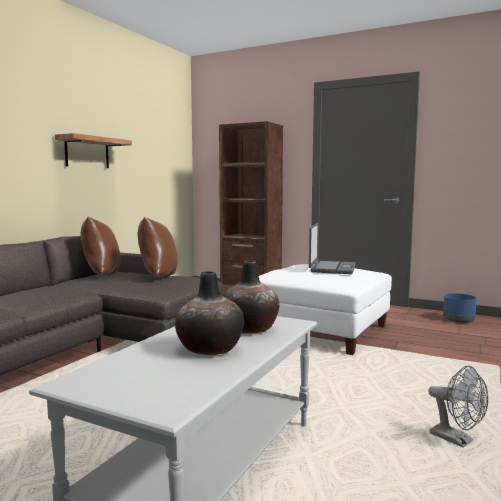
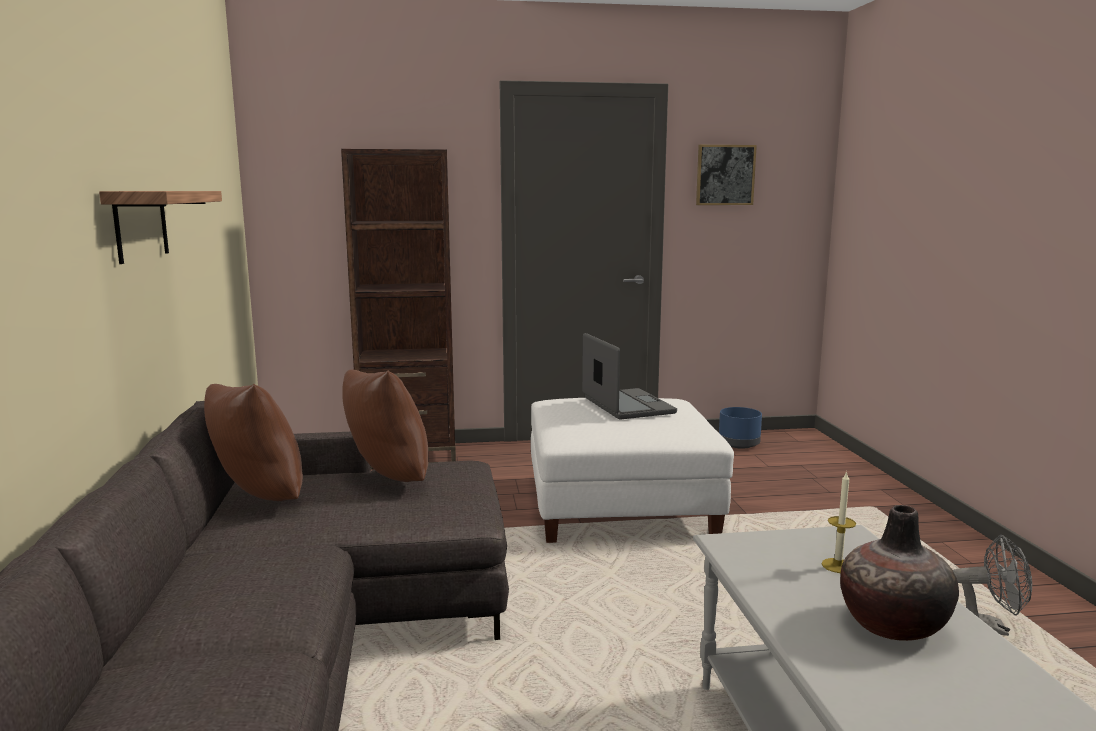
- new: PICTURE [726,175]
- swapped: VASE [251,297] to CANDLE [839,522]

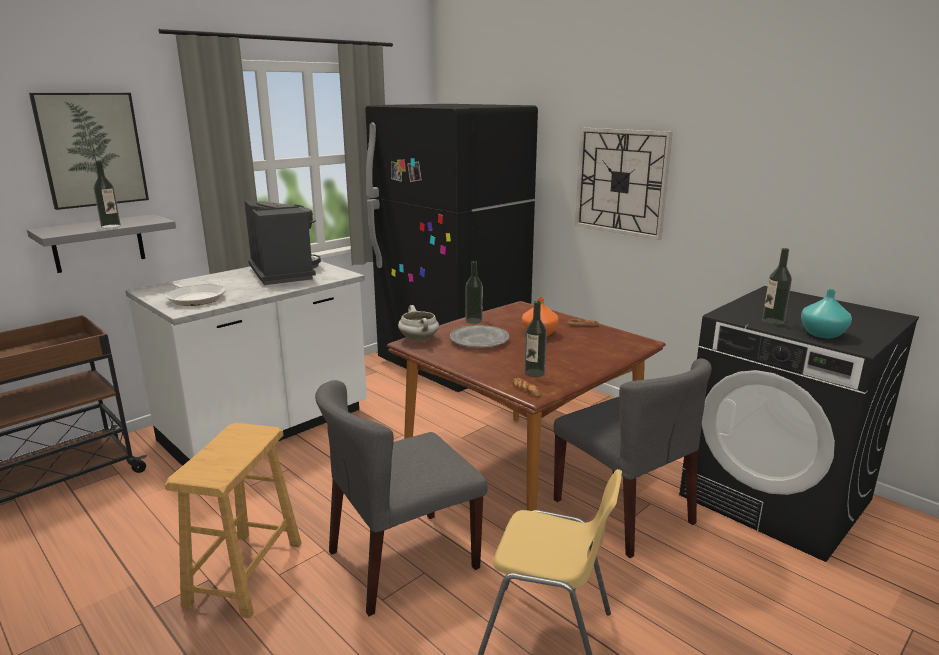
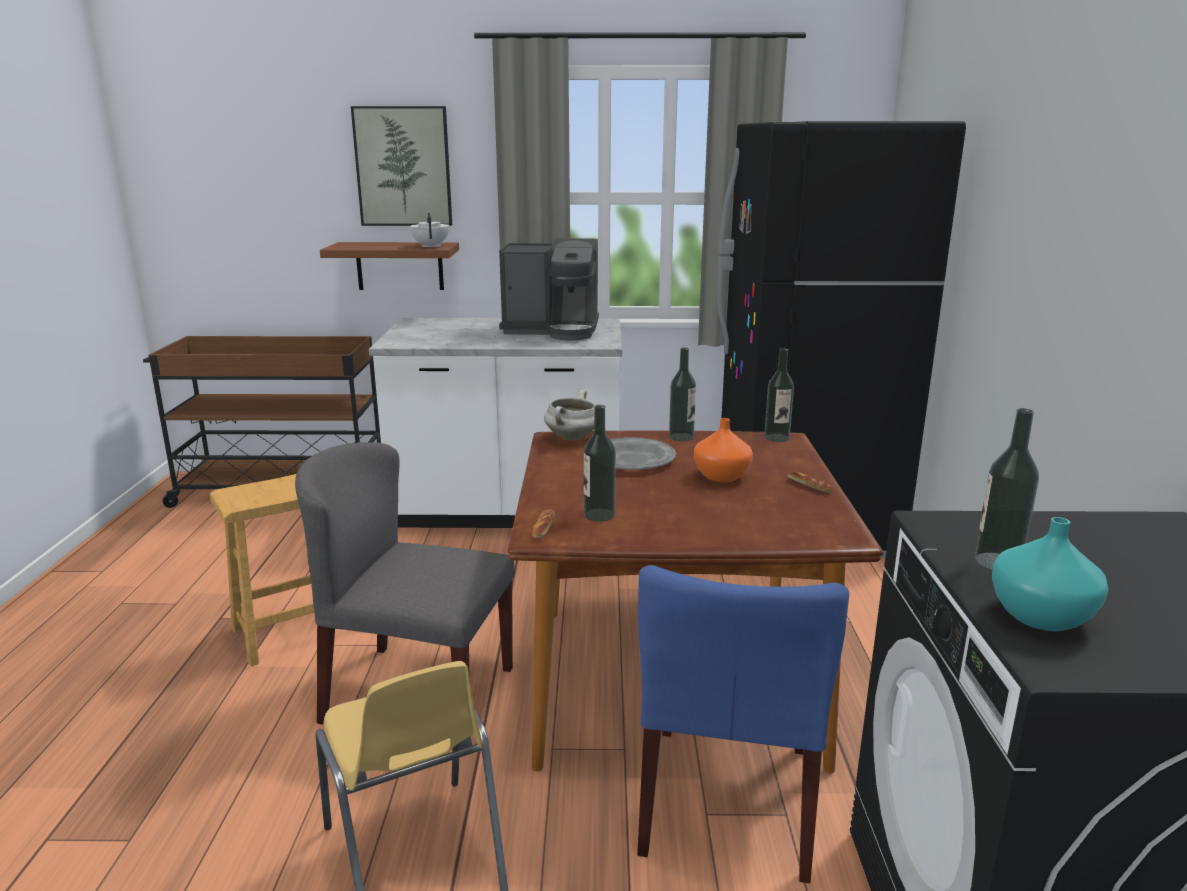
- repainted: GREY SHELF [101,243] to BROWN SHELF [389,266]
- new: WHITE TEAPOT [429,230]
- rotated: COFFEE MACHINE [283,242] = [549,289] 75 degrees clockwise
- repainted: GREY CHAIR [633,458] to BLUE CHAIR [743,724]
- shifted: BOTTLE [107,194] to [779,395]
- gone: FRYING PAN [195,294]
- gone: WALL CLOCK [623,184]

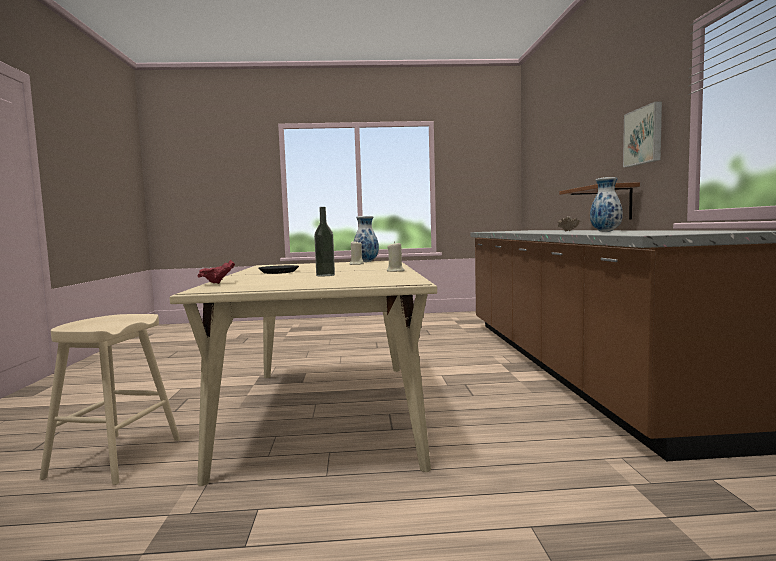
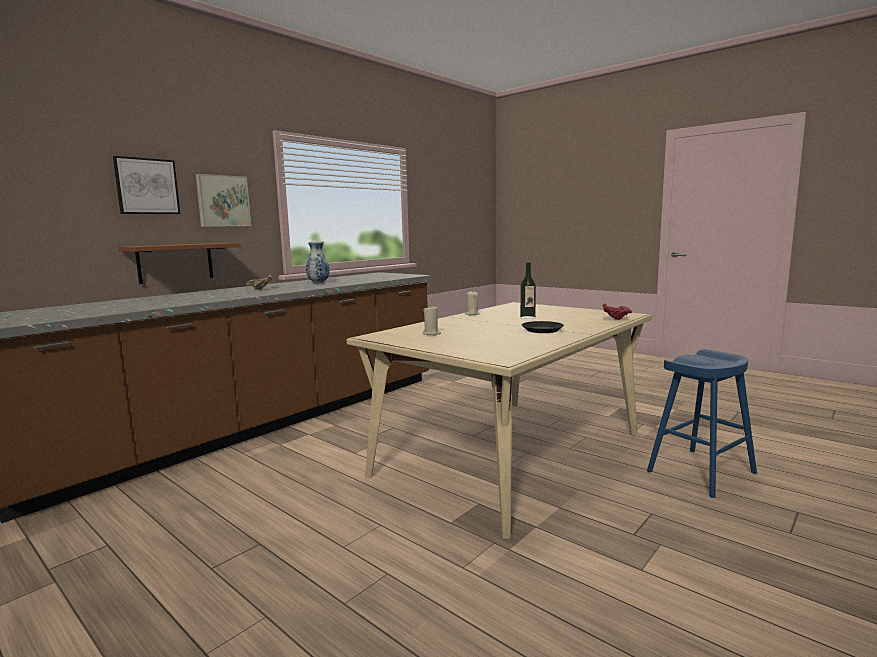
- new: PICTURE [146,185]
- repainted: BEIGE STOOL [110,399] to BLUE STOOL [702,423]
- gone: VASE [366,239]

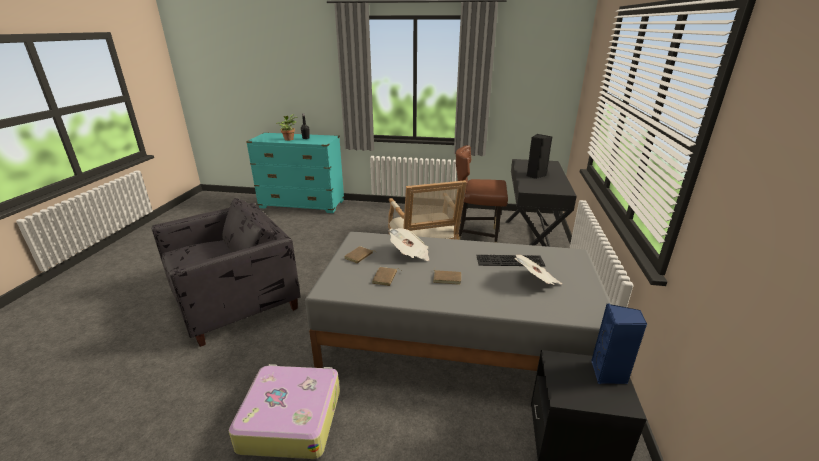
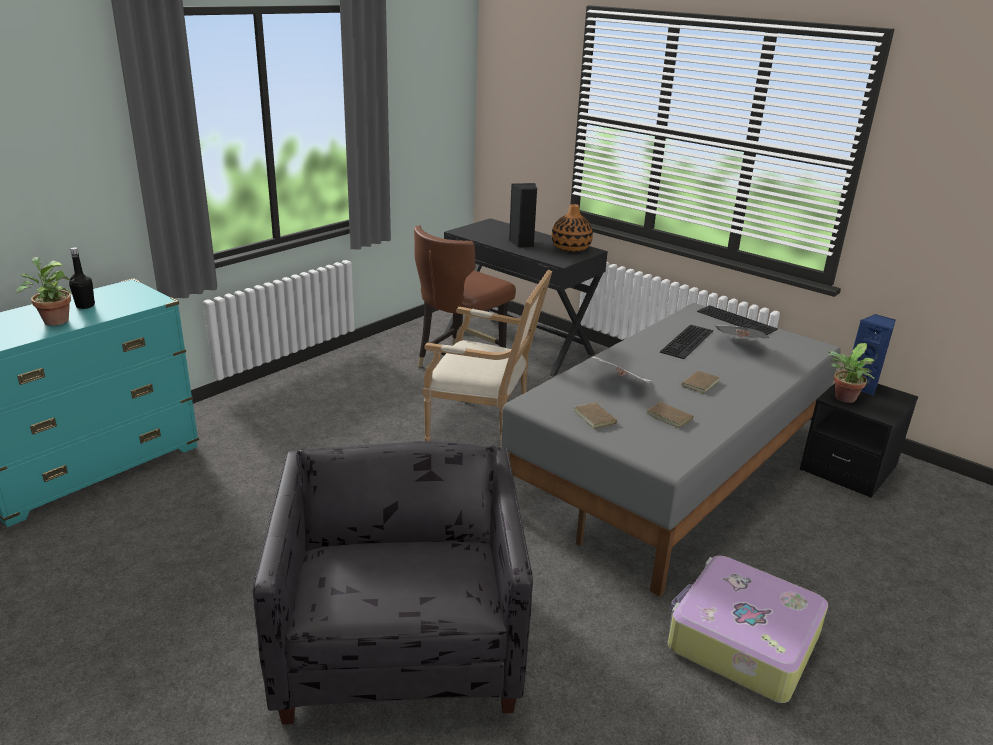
- new: VASE [572,228]
- new: KEYBOARD [737,320]
- new: POTTED PLANT [851,373]

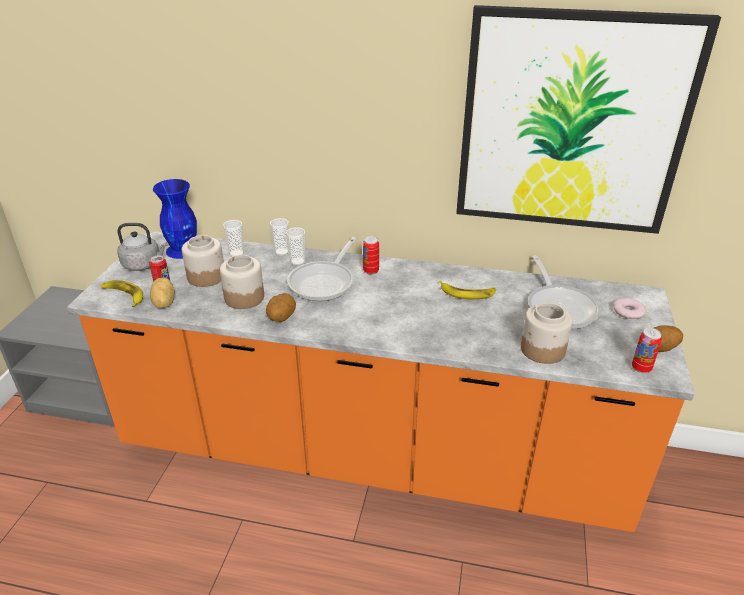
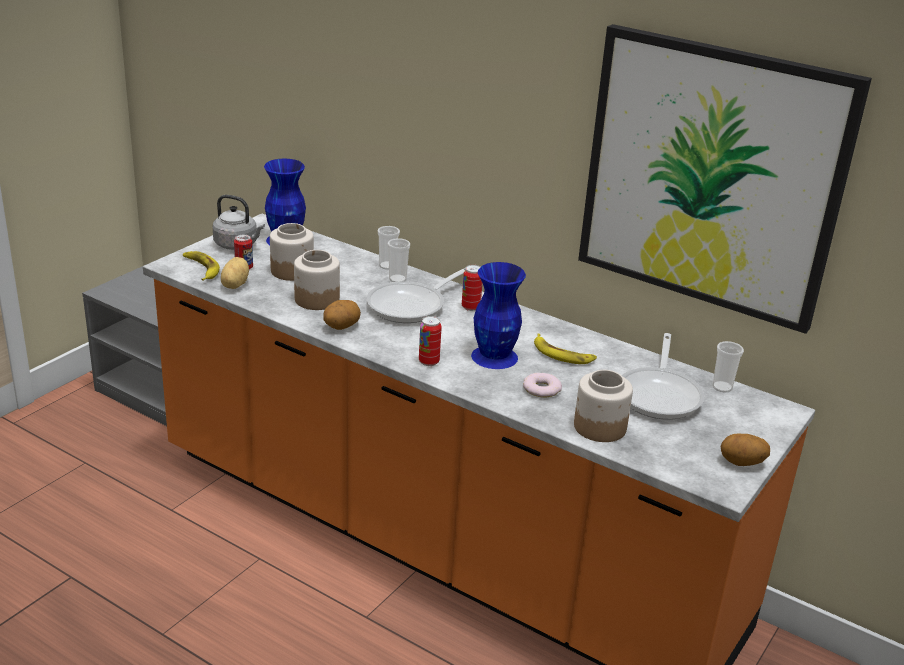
- shifted: CAN [647,350] to [430,341]
- new: BLUE VASE [498,315]
- shifted: DONUT [629,308] to [542,385]
- shifted: CUP [233,238] to [728,367]

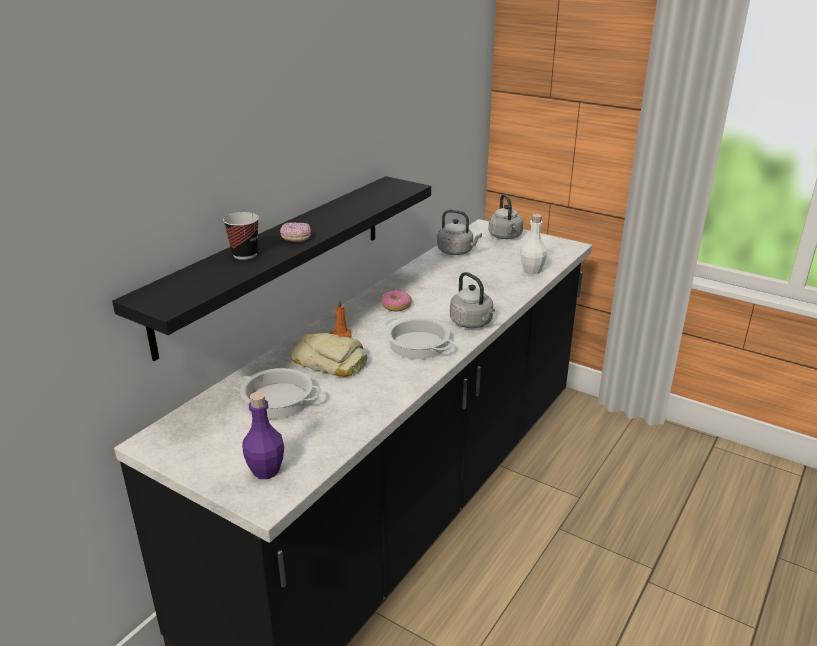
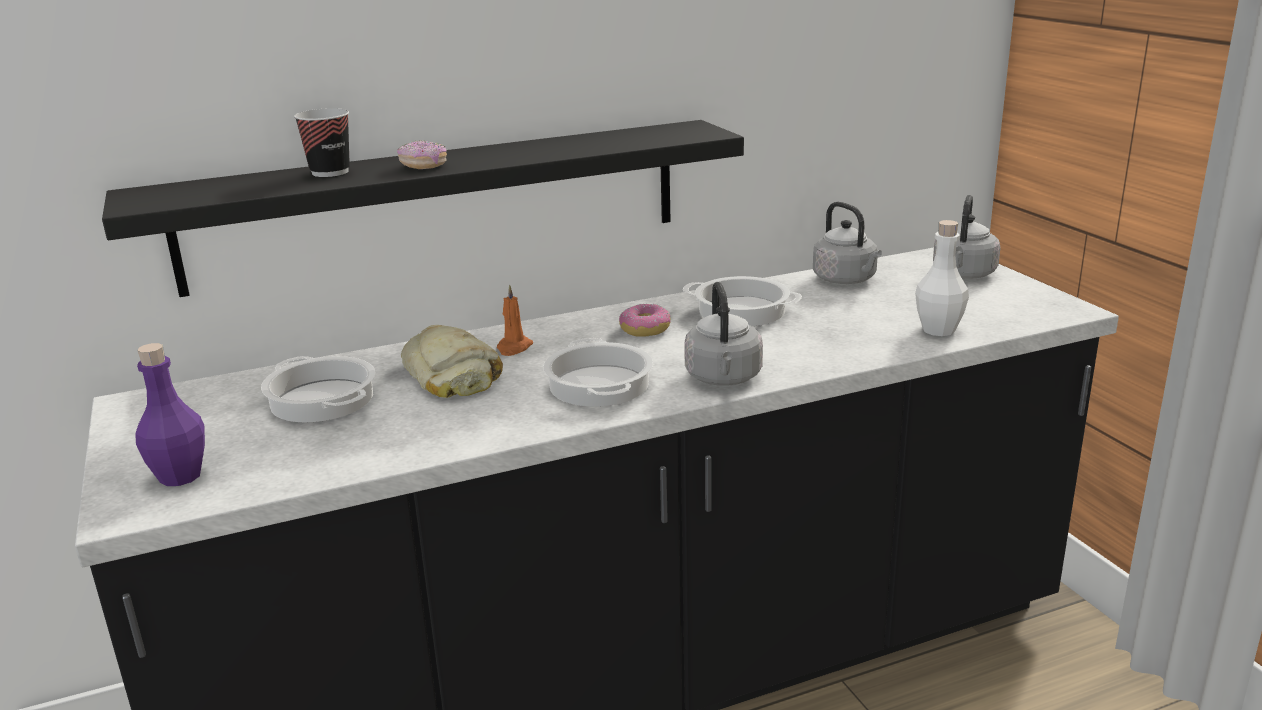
- new: COOKING POT [742,301]

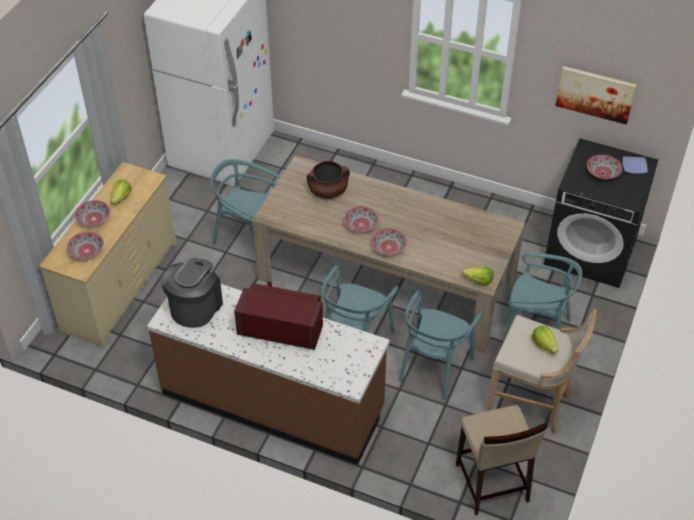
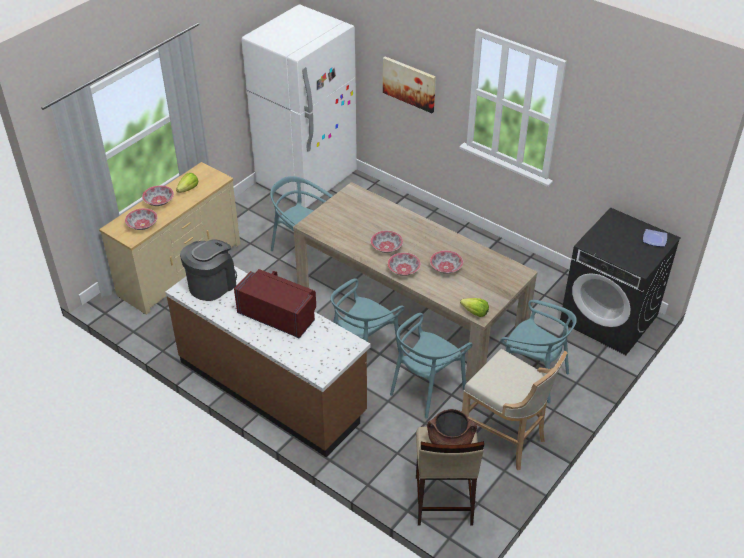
- shifted: PICTURE [595,95] to [409,84]
- shifted: BROWN COOKING POT [328,180] to [452,427]
- shifted: BOWL [604,167] to [446,262]
- gone: LETTUCE [545,340]

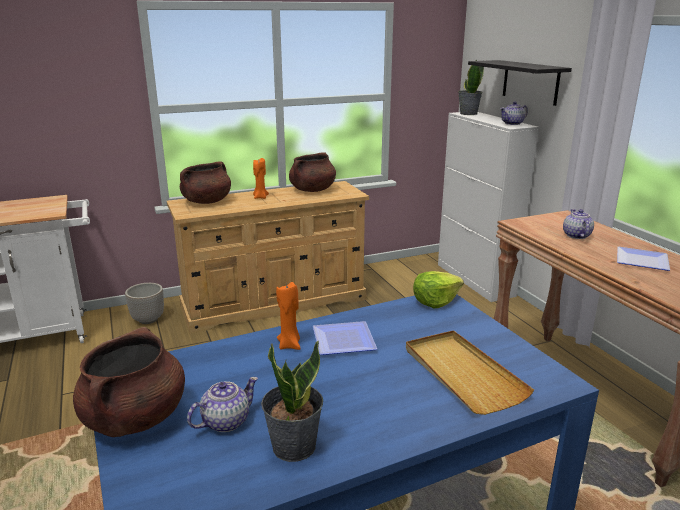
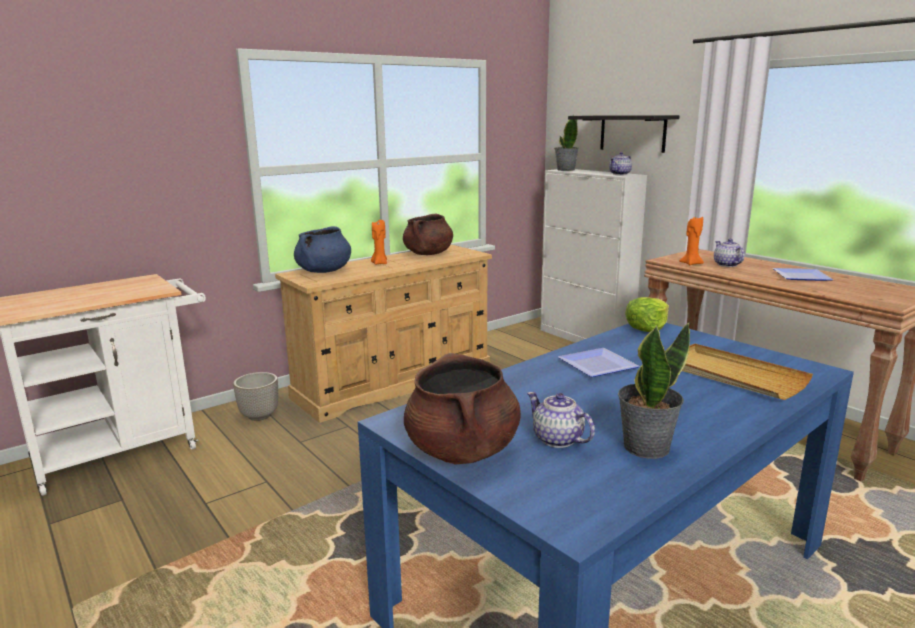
- repainted: BROWN COOKING POT [205,183] to BLUE COOKING POT [322,249]
- rotated: TEAPOT [222,404] = [561,420] 75 degrees counterclockwise
- shifted: ORANGE CANDLE [288,316] to [691,241]

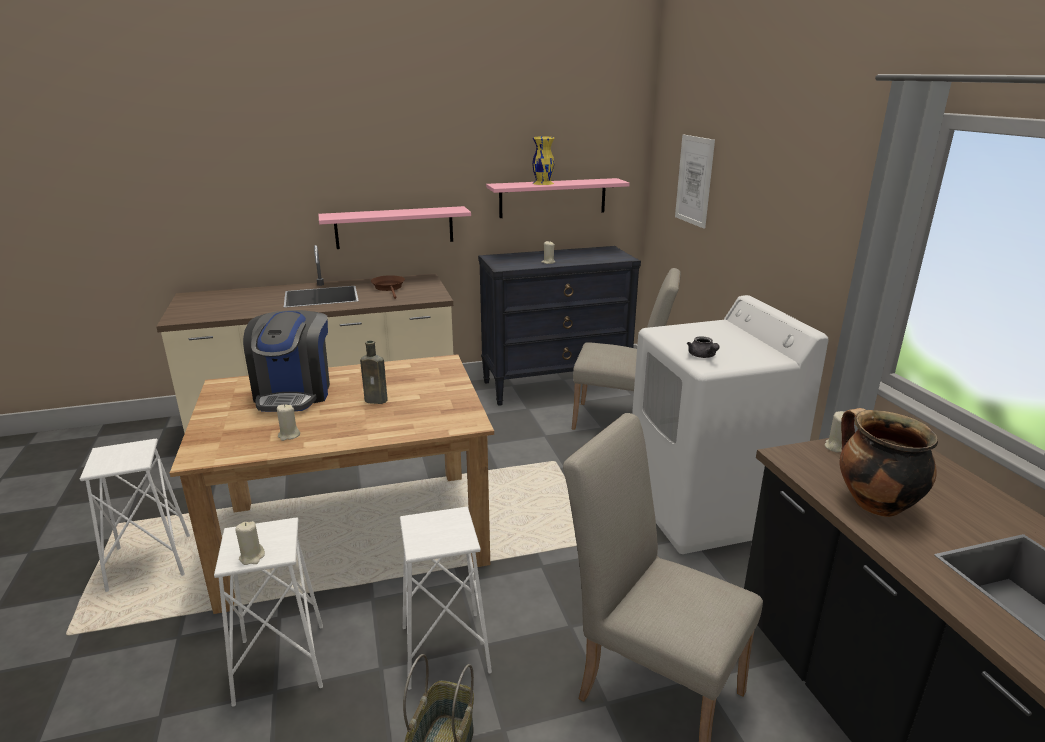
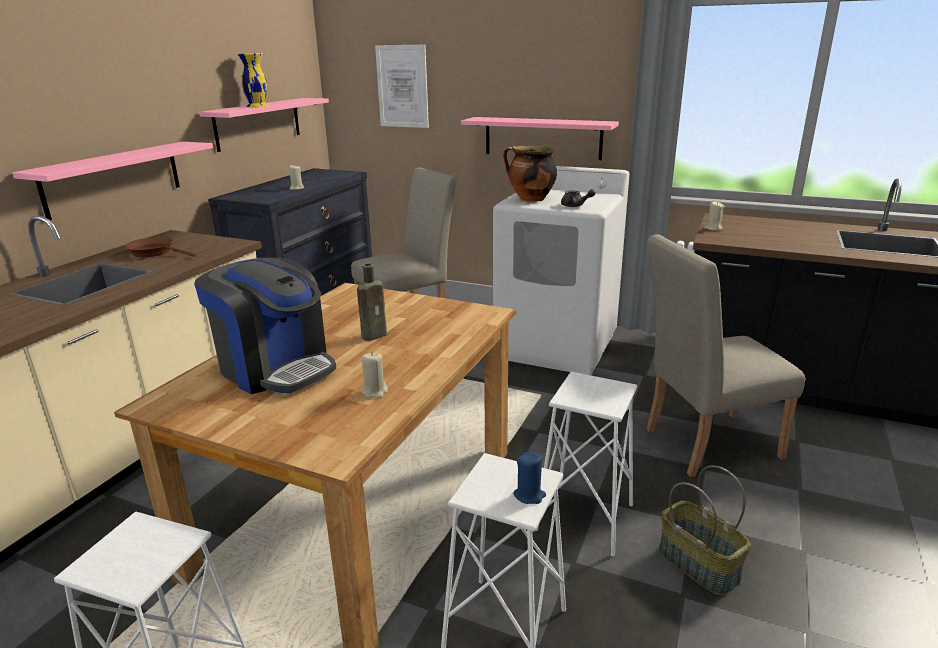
- new: PINK SHELF [540,138]
- shifted: COOKING POT [889,462] to [530,174]
- repainted: BEIGE CANDLE [250,543] to BLUE CANDLE [529,478]

